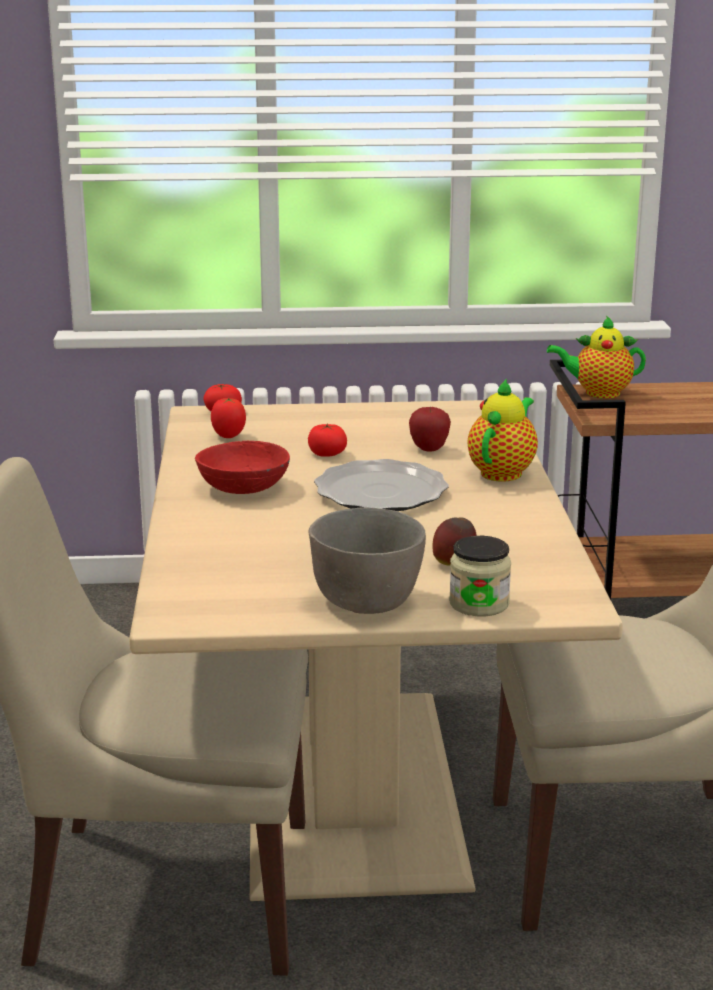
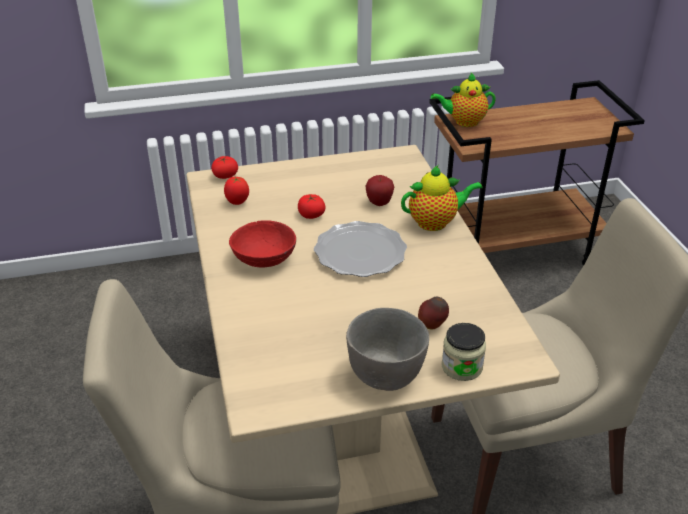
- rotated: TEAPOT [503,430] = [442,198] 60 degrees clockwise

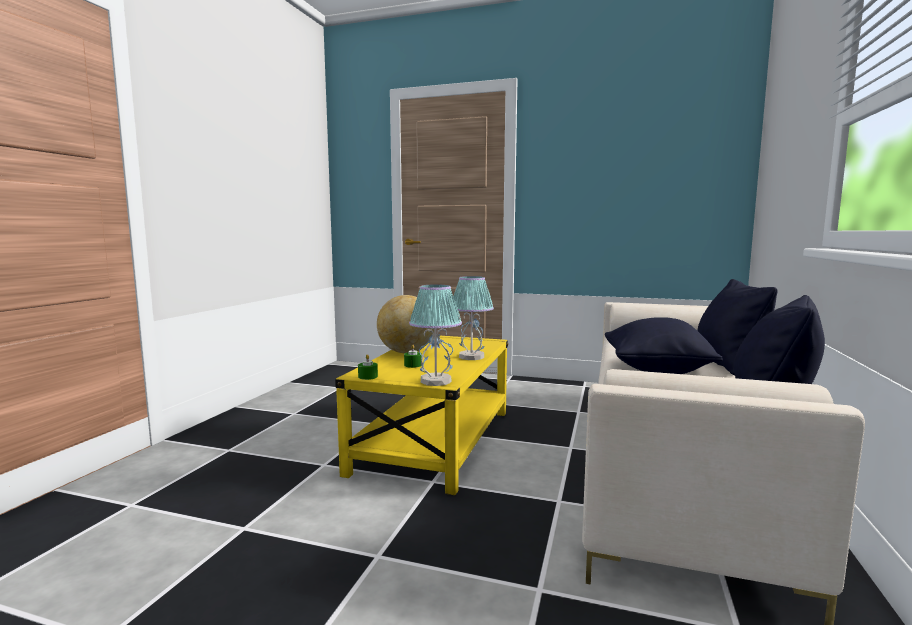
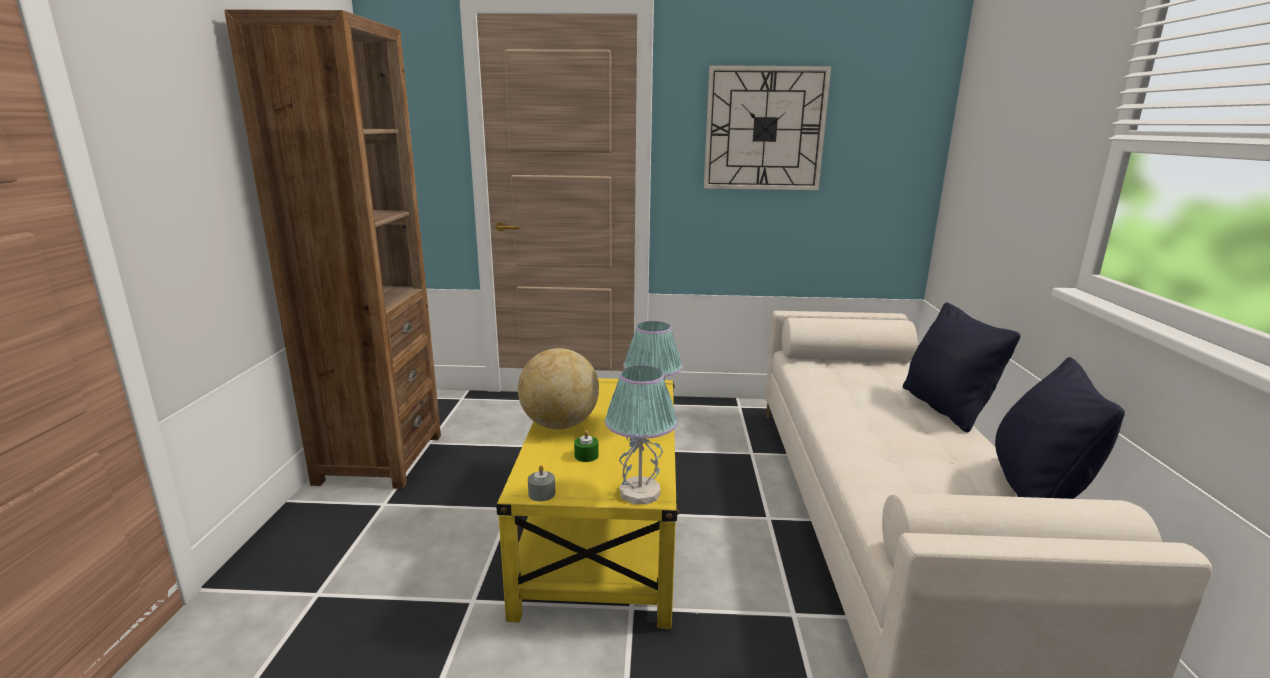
- new: BROWN BOOKCASE [332,249]
- repainted: GREEN CANDLE [368,367] to GREY CANDLE [542,483]
- new: WALL CLOCK [767,127]
- gone: BLACK PILLOW [664,345]

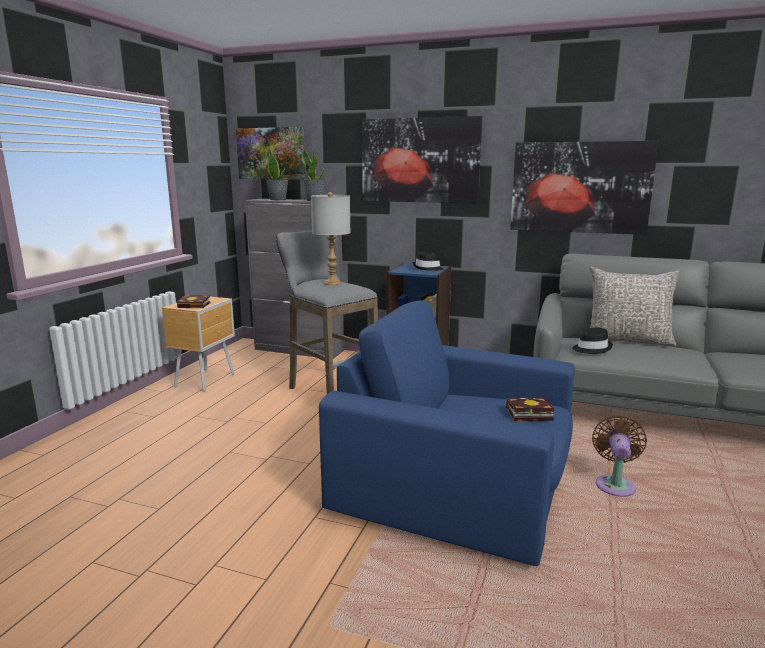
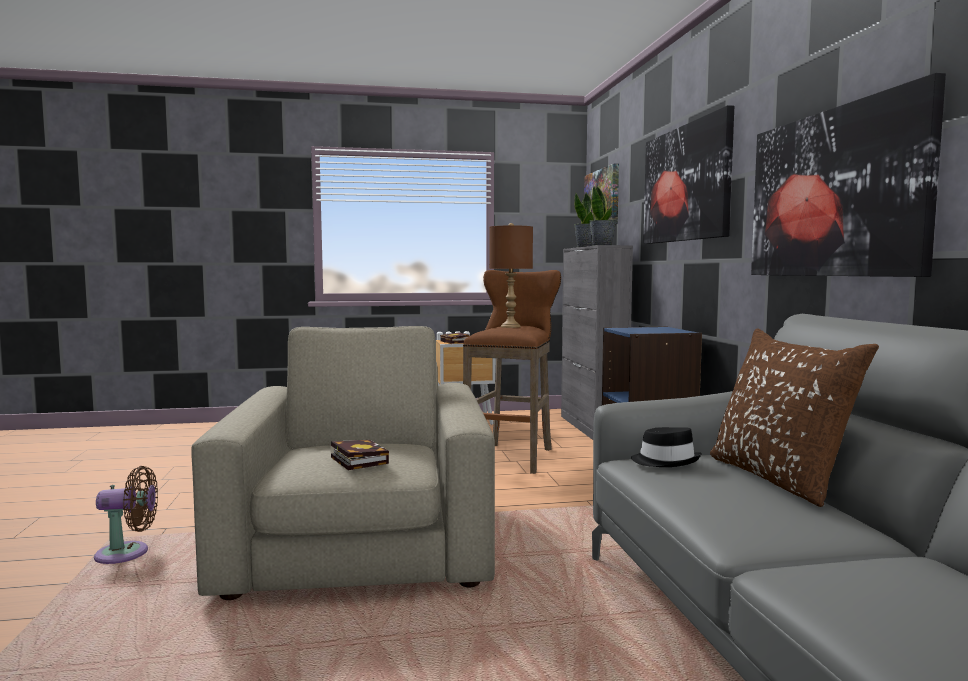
- shifted: BROWN FAN [619,456] to [126,515]
- repainted: BLUE ARMCHAIR [447,433] to BEIGE ARMCHAIR [343,463]
- repainted: GREY STOOL [327,312] to BROWN STOOL [512,372]
- repainted: GREY TABLE LAMP [331,238] to BROWN TABLE LAMP [511,275]
- repainted: GREY PILLOW [635,306] to BROWN PILLOW [794,417]
- gone: BLACK HAT [428,261]

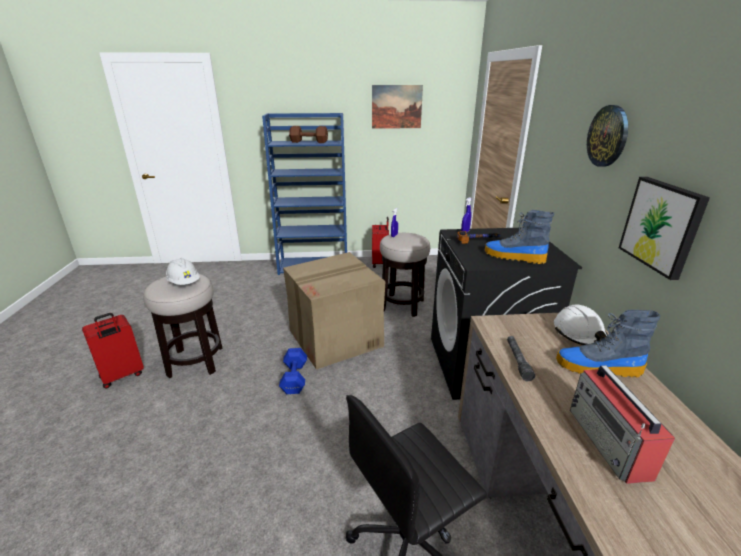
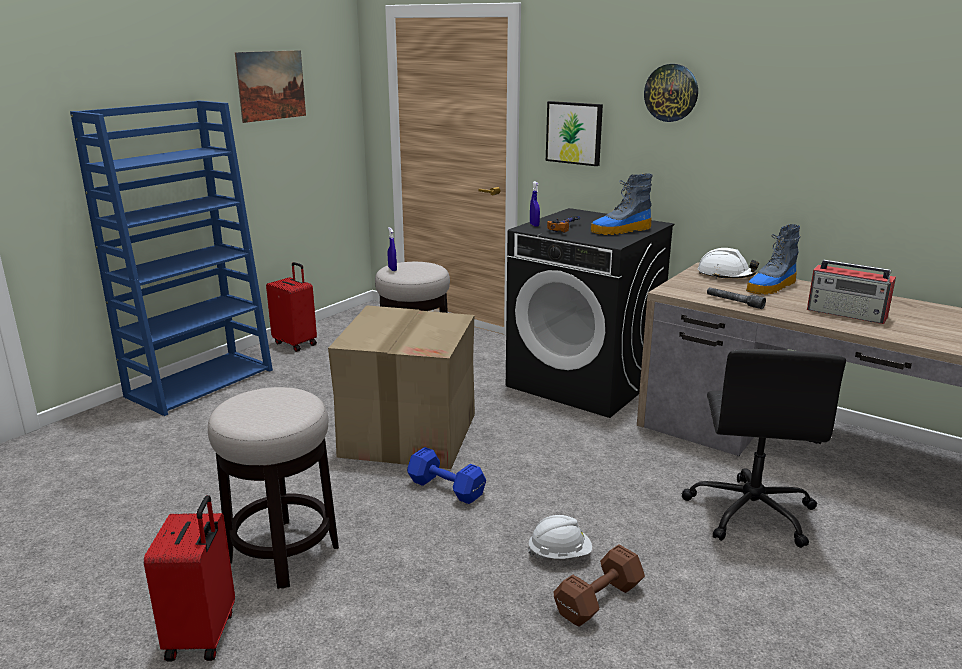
- shifted: WHITE HARD HAT [183,271] to [560,537]
- shifted: PICTURE [664,228] to [574,133]
- shifted: BROWN DUMBBELL [308,134] to [599,585]

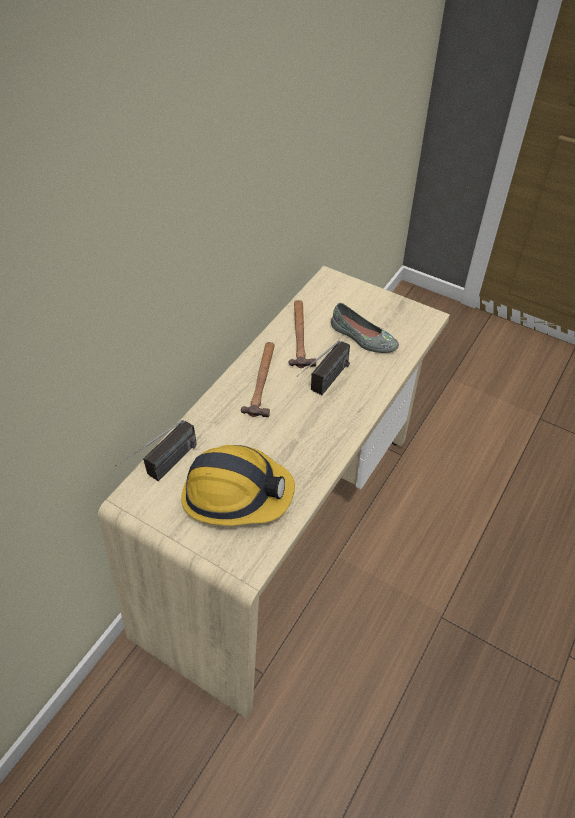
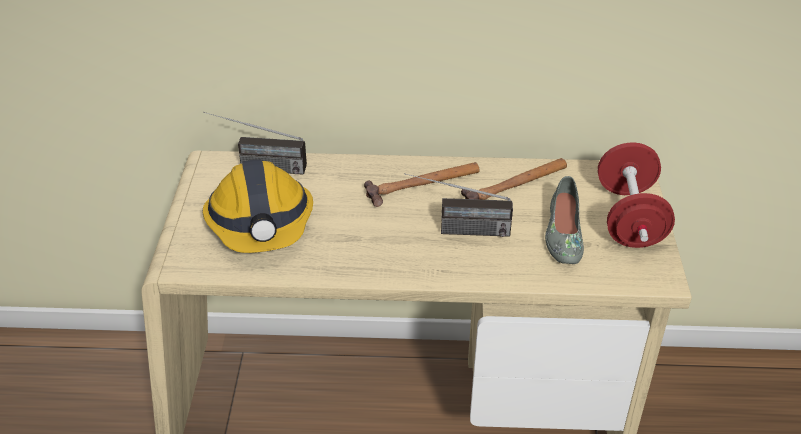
- new: RED DUMBBELL [636,195]

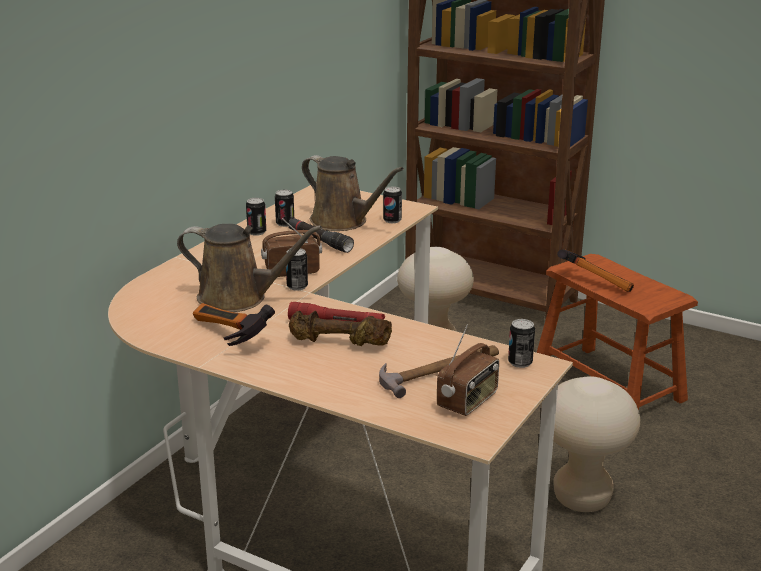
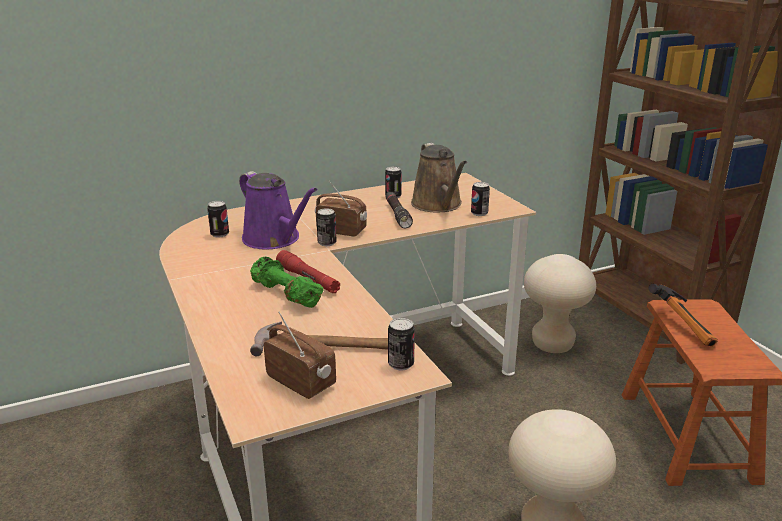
- shifted: CAN [256,217] to [218,219]
- repainted: BROWN WATERING CAN [249,268] to PURPLE WATERING CAN [278,210]
- repainted: BROWN DUMBBELL [340,328] to GREEN DUMBBELL [286,282]
- rotated: RADIO [468,370] = [300,355] 120 degrees counterclockwise
- gone: HAMMER [234,324]

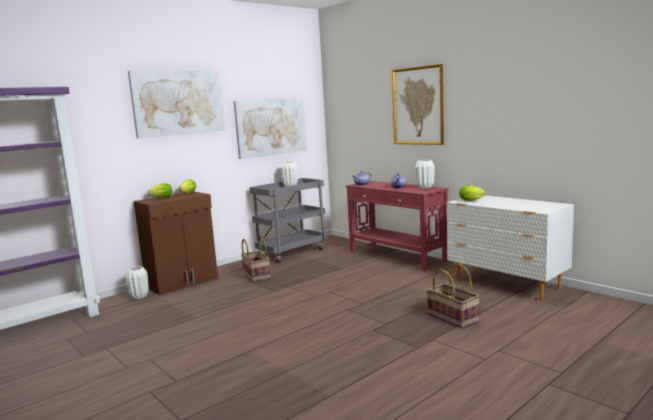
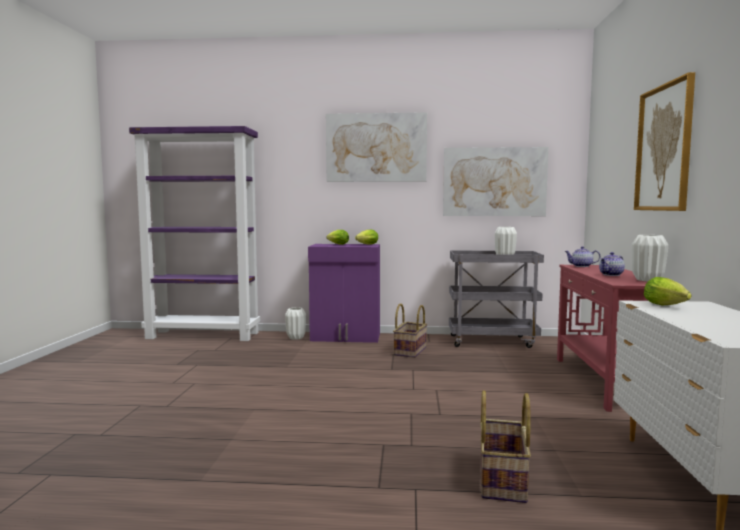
- repainted: BROWN CABINET [176,243] to PURPLE CABINET [344,293]

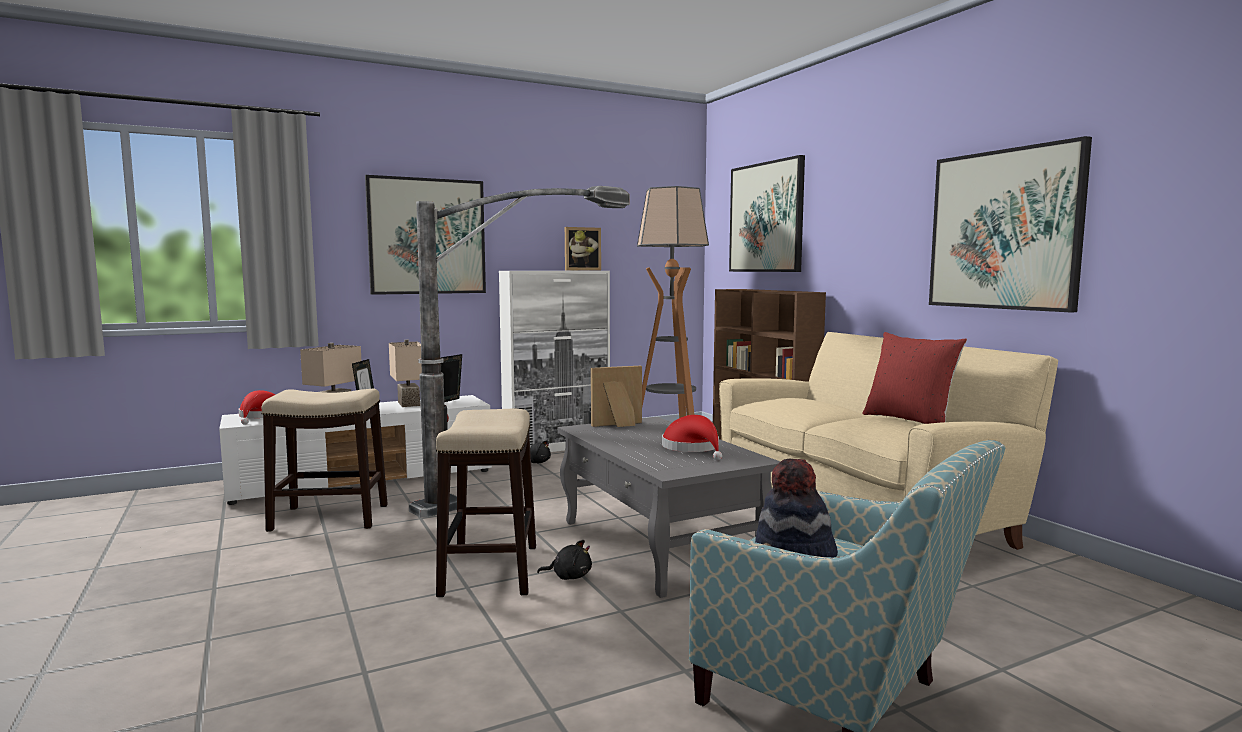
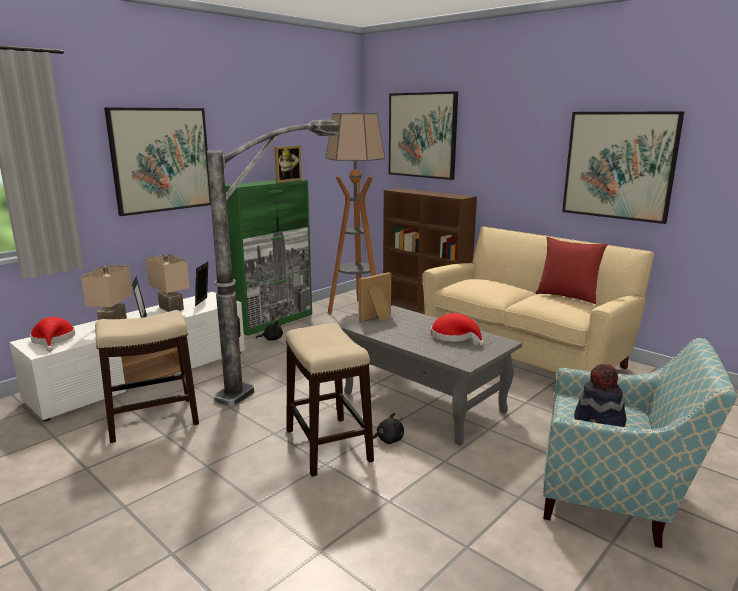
- repainted: WHITE CABINET [554,361] to GREEN CABINET [268,258]

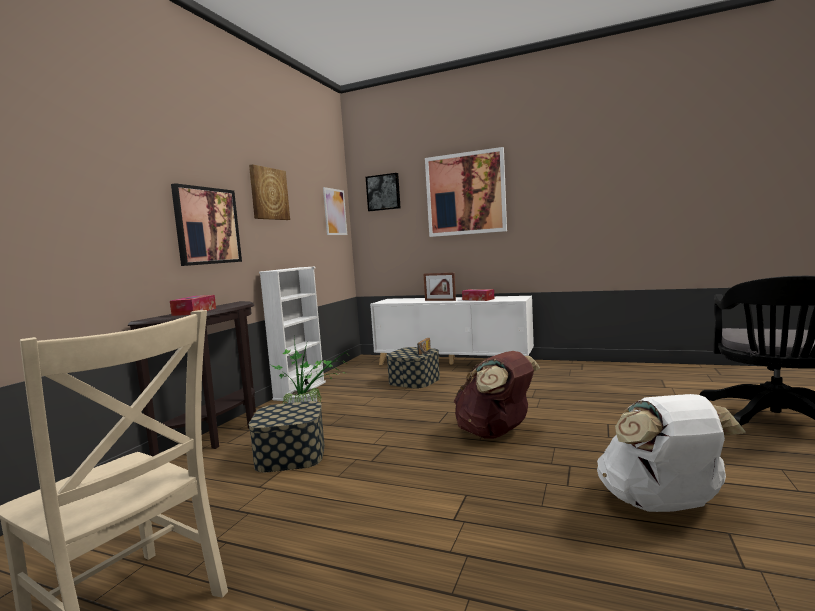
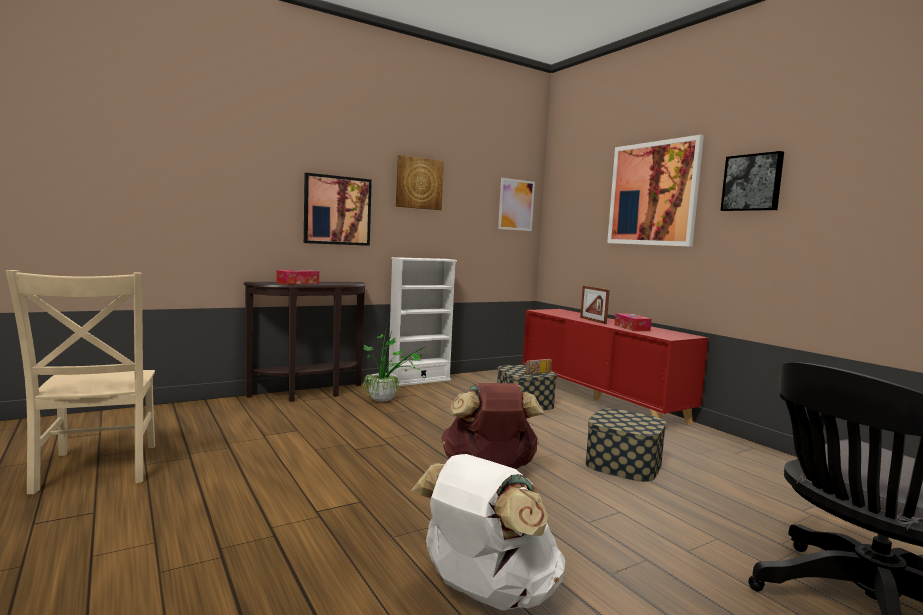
- repainted: WHITE CABINET [452,330] to RED CABINET [615,366]
- shifted: STORAGE BOX [286,436] to [625,445]
- shifted: PICTURE [383,192] to [752,181]

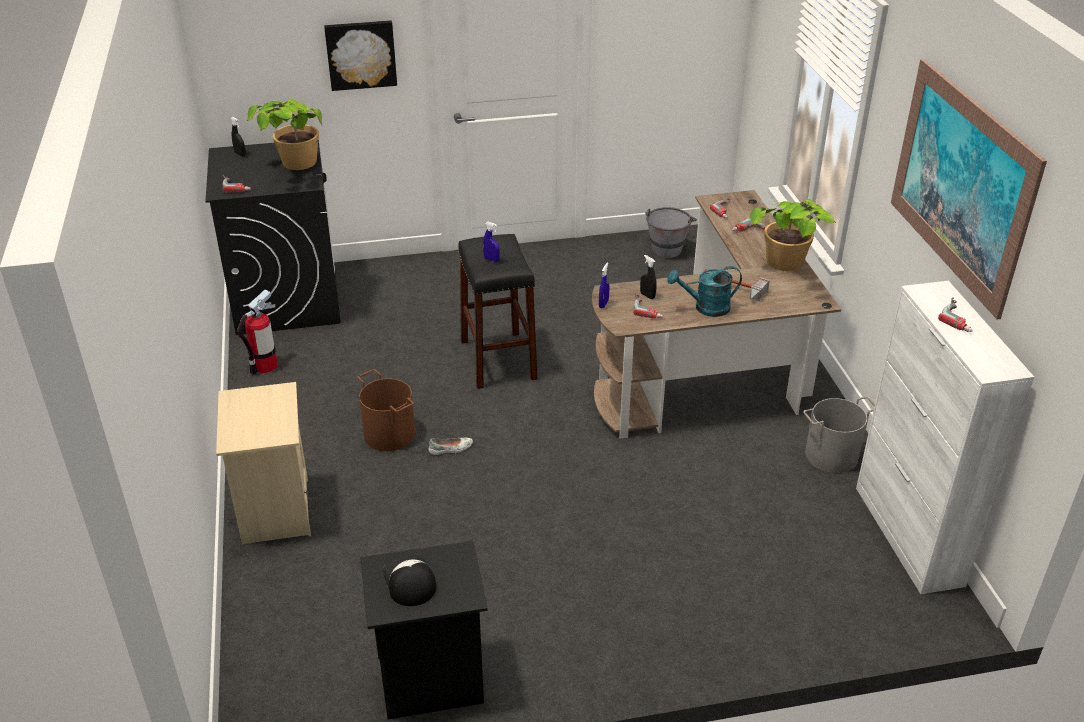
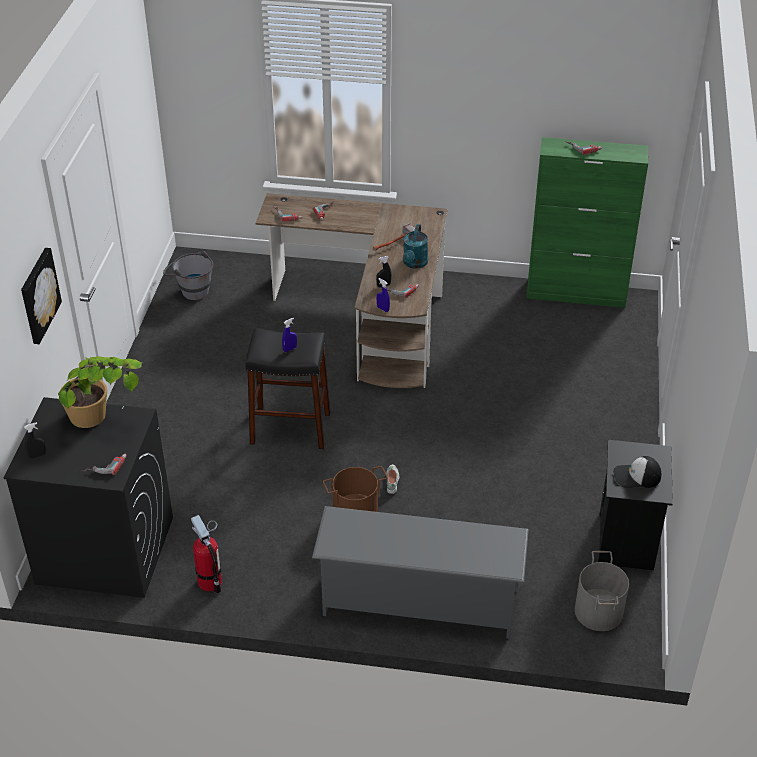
- swapped: BEIGE NIGHTSTAND [263,463] to GREY SHOE RACK [420,572]
- repainted: WHITE CABINET [945,437] to GREEN CABINET [587,222]
- shifted: GREY BUCKET [839,434] to [602,591]
- gone: POTTED PLANT [793,235]
- gone: PICTURE [969,189]

